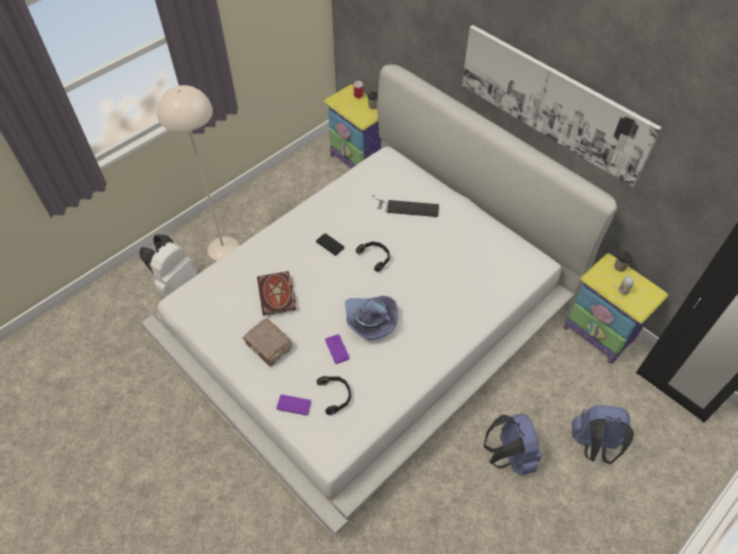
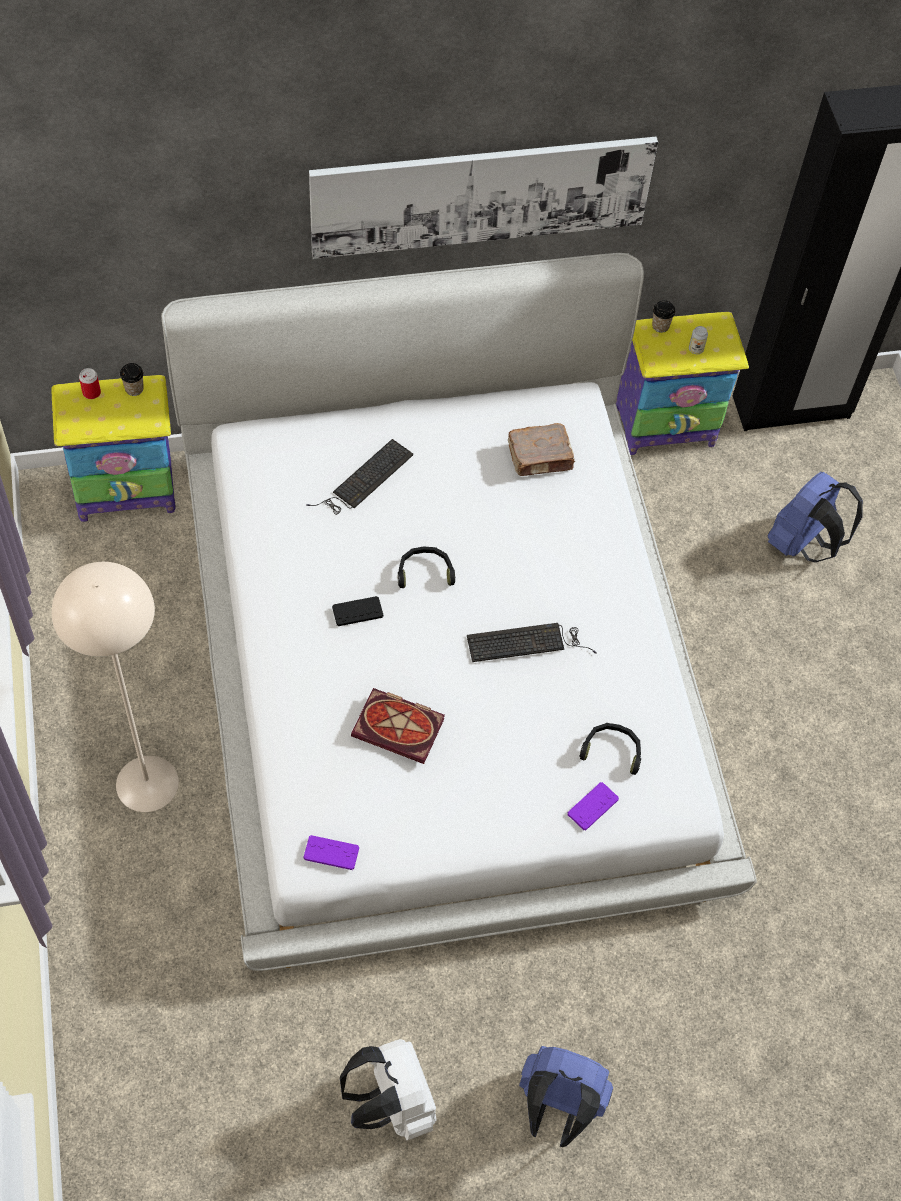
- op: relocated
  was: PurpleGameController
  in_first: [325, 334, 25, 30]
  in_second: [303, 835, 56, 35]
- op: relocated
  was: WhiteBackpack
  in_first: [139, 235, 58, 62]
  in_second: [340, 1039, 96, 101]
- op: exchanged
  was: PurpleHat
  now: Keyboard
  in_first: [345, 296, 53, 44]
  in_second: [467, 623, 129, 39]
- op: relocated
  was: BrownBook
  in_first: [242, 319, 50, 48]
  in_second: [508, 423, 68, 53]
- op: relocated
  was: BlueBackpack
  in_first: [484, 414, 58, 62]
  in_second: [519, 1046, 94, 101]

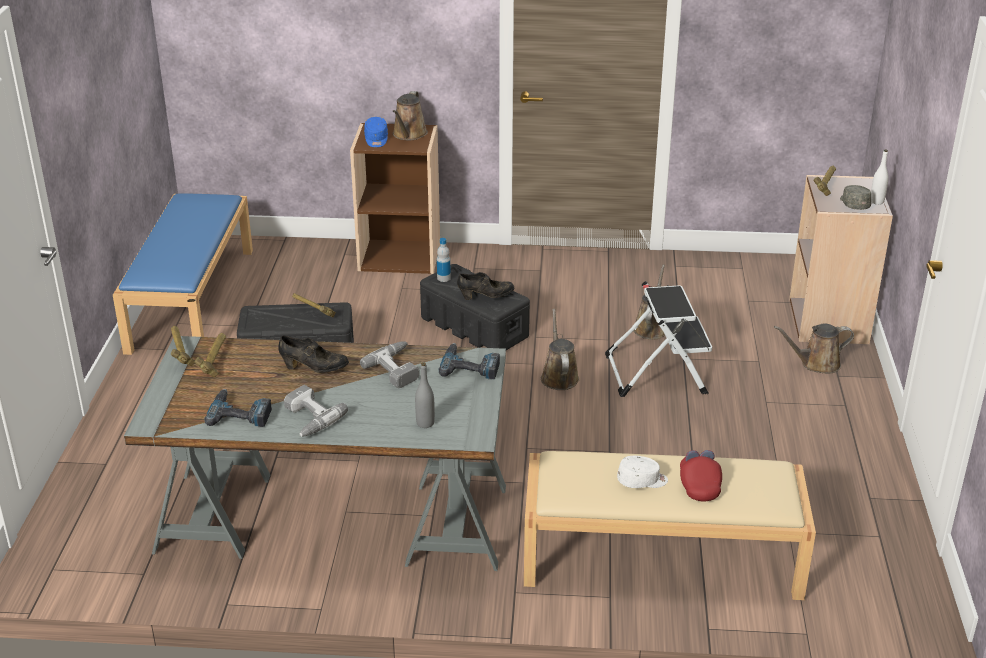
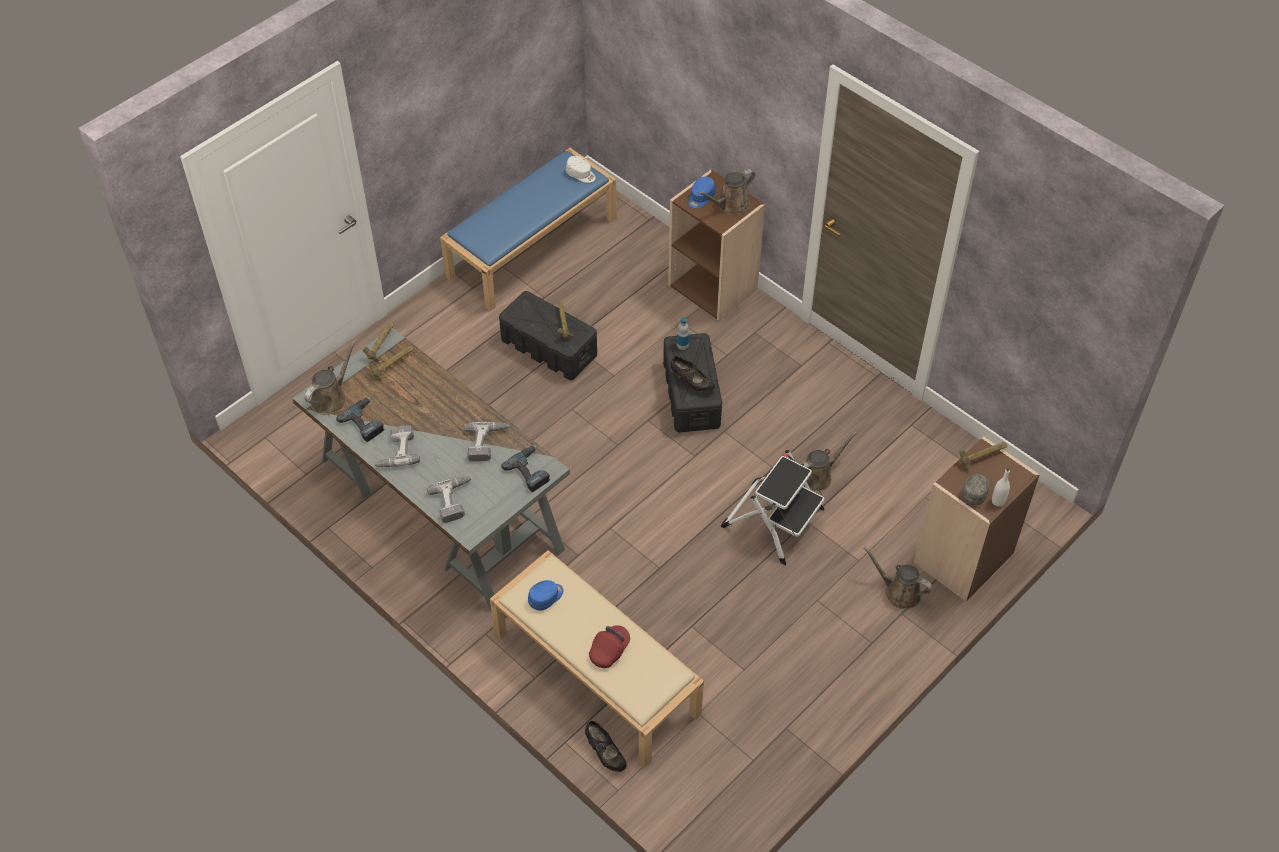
- op: relocated
  was: BrownWateringCan
  in_first: [541, 309, 38, 81]
  in_second: [304, 340, 52, 75]
- op: exchanged
  was: GreyBottle
  now: PowerDrill
  in_first: [415, 362, 20, 66]
  in_second: [427, 476, 45, 47]
- op: appeared
  now: BlueCap
  in_second: [528, 580, 36, 31]
- op: relocated
  was: WhiteCap
  in_first: [617, 456, 51, 32]
  in_second: [566, 156, 30, 27]
- op: relocated
  was: BlackShoe
  in_first: [278, 336, 71, 37]
  in_second: [585, 721, 42, 51]

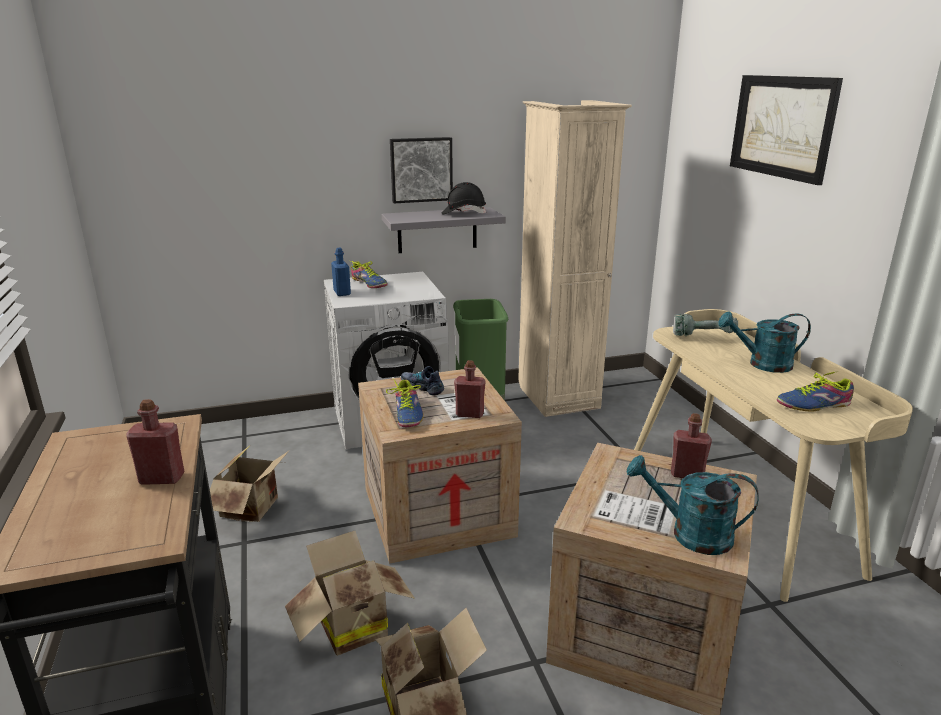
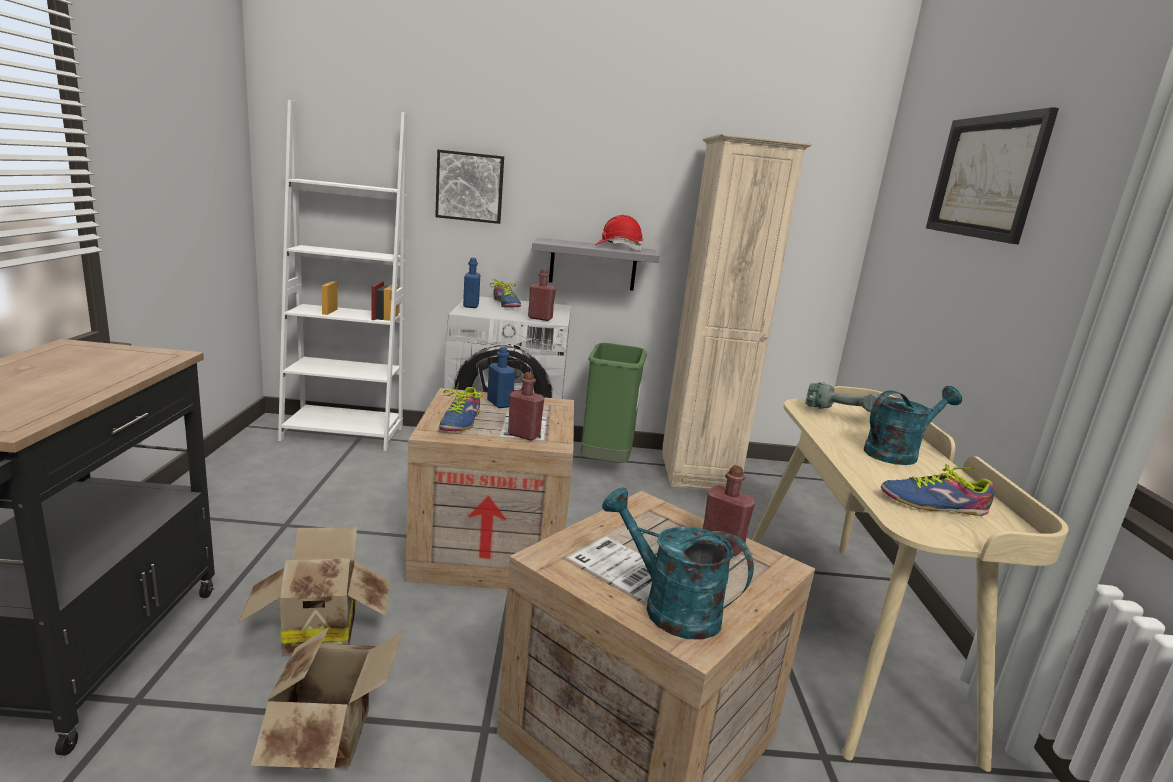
- op: appeared
  now: WhiteBookcase
  in_second: [278, 100, 129, 351]
- op: relocated
  was: Picture
  in_first: [390, 137, 63, 66]
  in_second: [435, 149, 69, 75]
- op: exchanged
  was: Shoe
  now: BlueBottle
  in_first: [401, 366, 43, 29]
  in_second: [487, 347, 28, 61]
- op: relocated
  was: RedBottle
  in_first: [126, 399, 59, 86]
  in_second: [528, 269, 28, 52]
- op: colour
  was: BlackHardHat
  now: RedHardHat
  in_first: [442, 182, 44, 33]
  in_second: [595, 215, 48, 35]
- op: spun
  was: TurquoiseWateringCan
  in_first: [718, 311, 93, 62]
  in_second: [864, 386, 98, 79]
  clockwise: 135
- op: missing
  was: CardboardBox
  in_first: [210, 447, 80, 75]

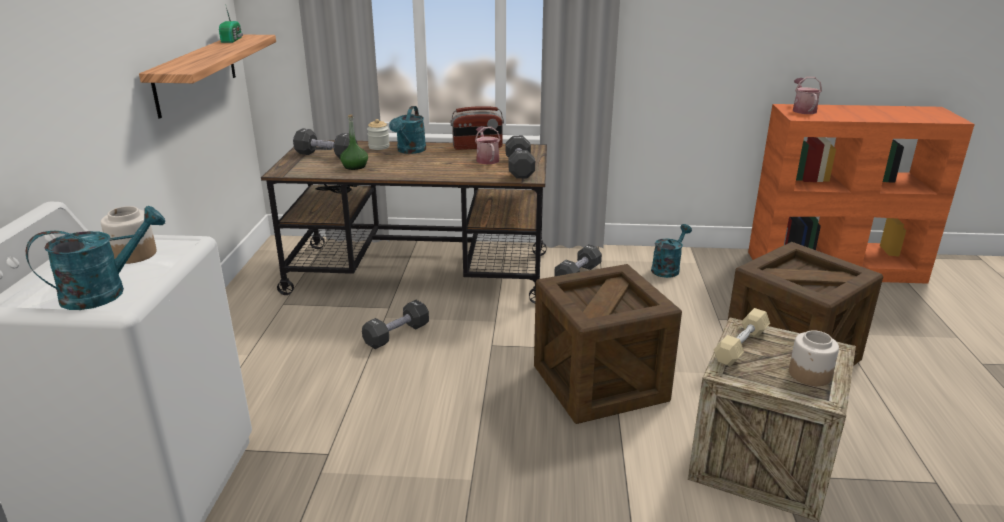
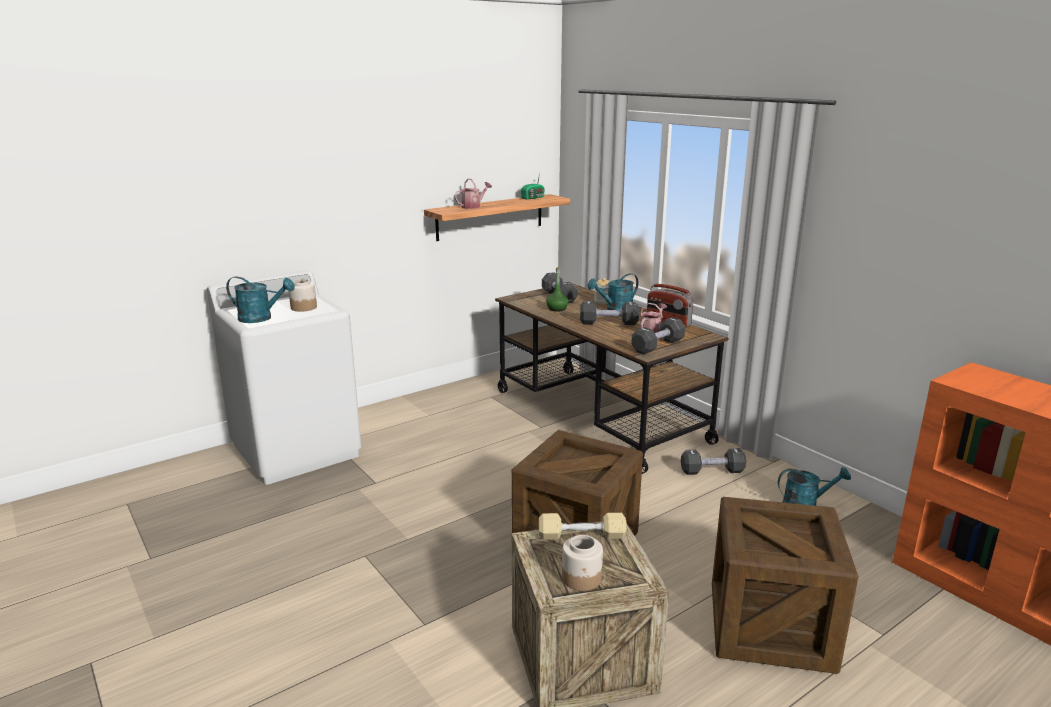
- op: relocated
  was: WateringCan
  in_first: [793, 77, 29, 37]
  in_second: [455, 178, 37, 31]
- op: relocated
  was: BlackDumbbell
  in_first: [362, 300, 67, 49]
  in_second: [580, 301, 59, 24]

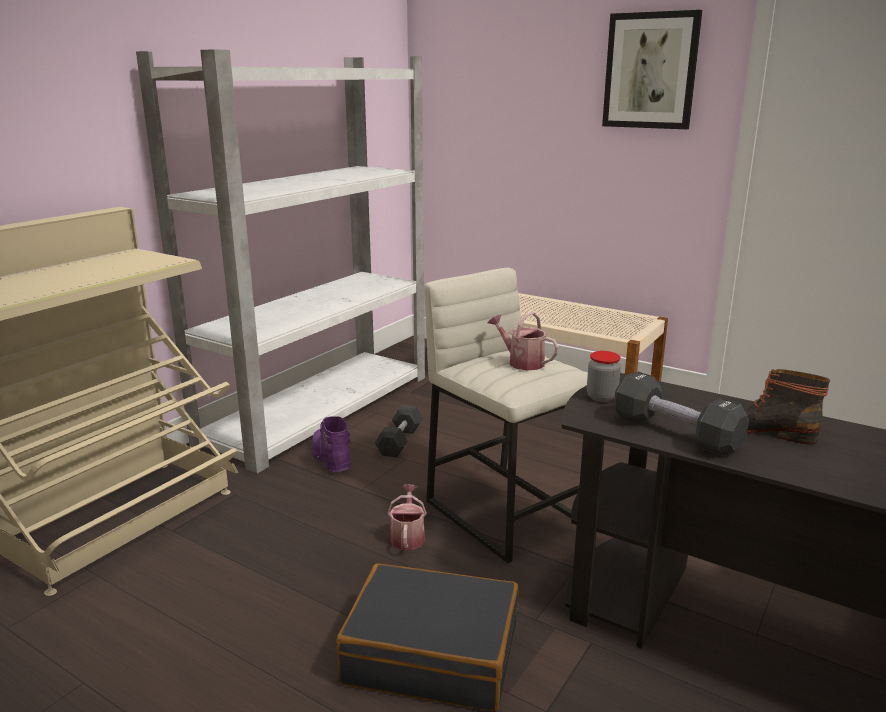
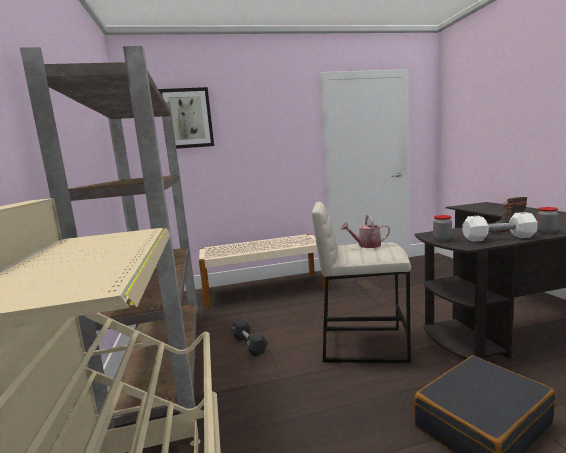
- op: colour
  was: WhiteBookcase
  now: BrownBookcase
  in_first: [136, 49, 289, 424]
  in_second: [20, 46, 178, 384]
- op: relocated
  was: Picture
  in_first: [602, 10, 101, 119]
  in_second: [158, 87, 56, 62]
- op: colour
  was: BlackDumbbell
  now: WhiteDumbbell
  in_first: [614, 371, 135, 85]
  in_second: [462, 212, 76, 30]
- op: appeared
  now: Jar
  in_second: [537, 207, 22, 27]
- op: missing
  was: PurpleBoot
  in_first: [311, 416, 40, 56]
- op: missing
  was: WateringCan
  in_first: [387, 485, 40, 65]

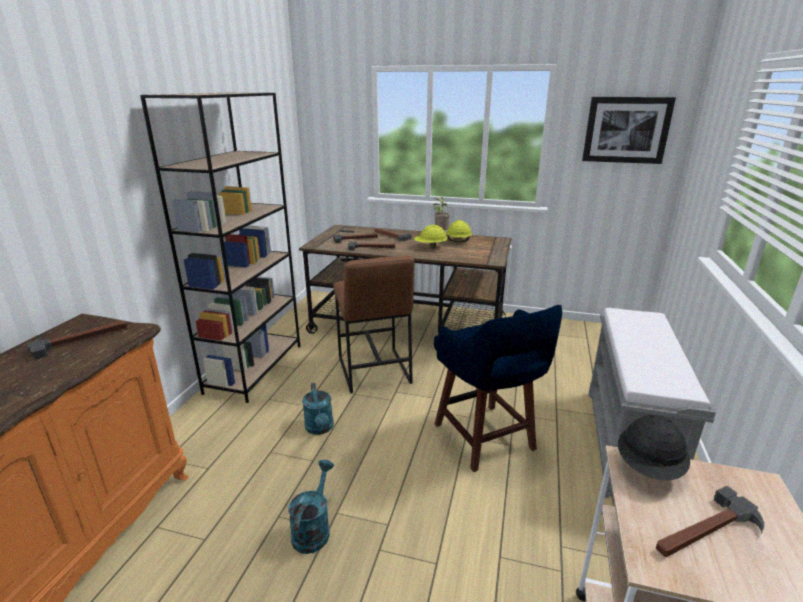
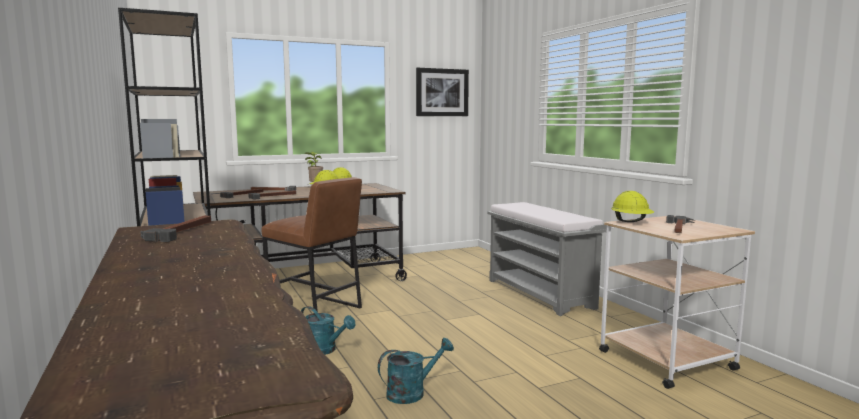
- op: spun
  was: TurquoiseWateringCan
  in_first: [288, 460, 46, 94]
  in_second: [378, 338, 76, 66]
  clockwise: 90
- op: colour
  was: BlackHardHat
  now: YellowHardHat
  in_first: [618, 415, 72, 65]
  in_second: [611, 191, 43, 31]
- op: missing
  was: BlueStool
  in_first: [434, 305, 128, 167]

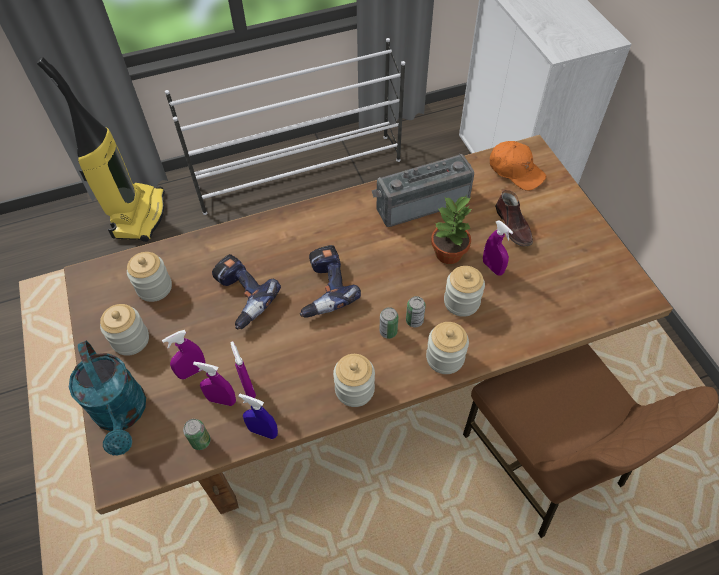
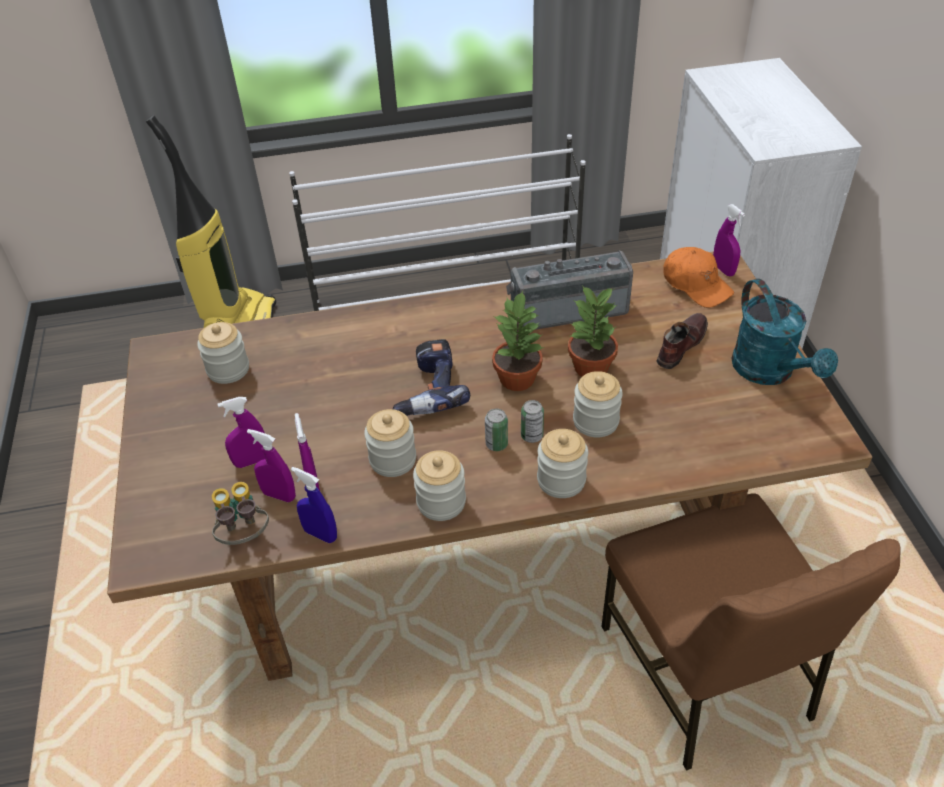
- op: exchanged
  was: Can
  now: Binoculars
  in_first: [183, 419, 27, 31]
  in_second: [212, 482, 57, 63]
- op: relocated
  was: Jar
  in_first: [100, 304, 49, 52]
  in_second: [364, 409, 52, 68]
- op: appeared
  now: PottedPlant
  in_second: [492, 290, 53, 101]
- op: spun
  was: BrownShoe
  in_first: [495, 190, 38, 56]
  in_second: [656, 313, 52, 56]
  clockwise: -135
- op: relocated
  was: PurpleSprayBottle
  in_first: [483, 220, 30, 56]
  in_second: [713, 204, 32, 72]
- op: relocated
  was: TurquoiseWateringCan
  in_first: [69, 341, 77, 114]
  in_second: [731, 279, 107, 106]
- op: missing
  was: PowerDrill
  in_first: [212, 254, 69, 75]

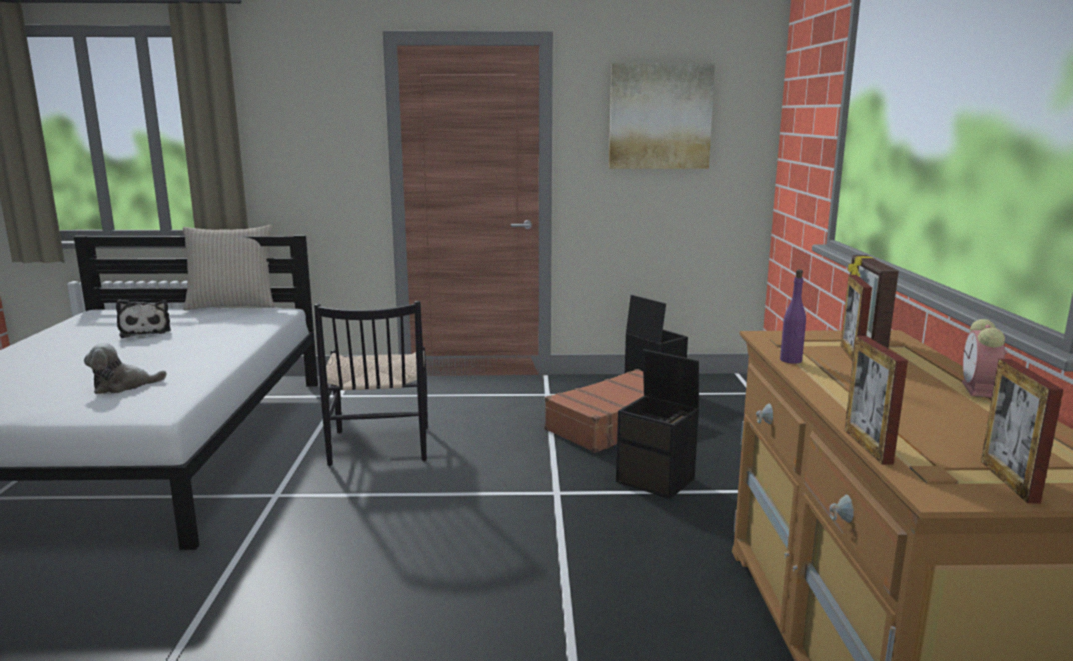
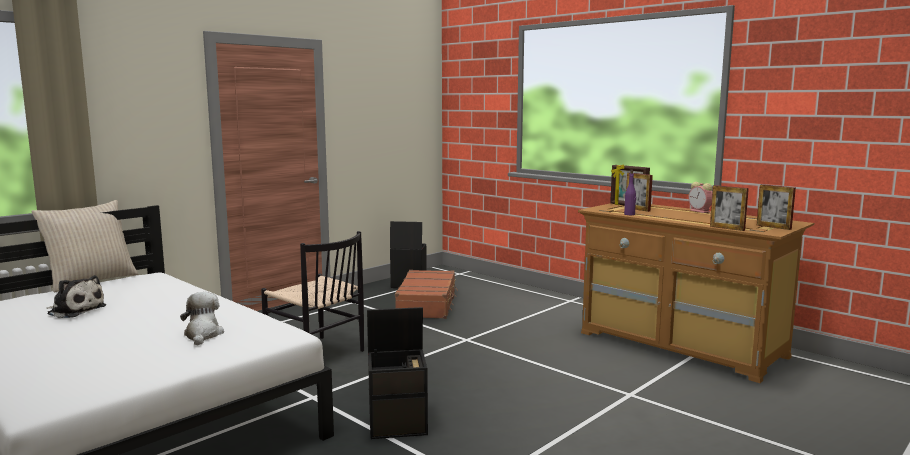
- op: spun
  was: PlushToy
  in_first: [84, 343, 83, 51]
  in_second: [180, 292, 44, 54]
  clockwise: 150
- op: relocated
  was: BlackStorageBox
  in_first: [616, 349, 83, 150]
  in_second: [367, 307, 61, 132]
- op: missing
  was: Picture
  in_first: [609, 63, 106, 106]

